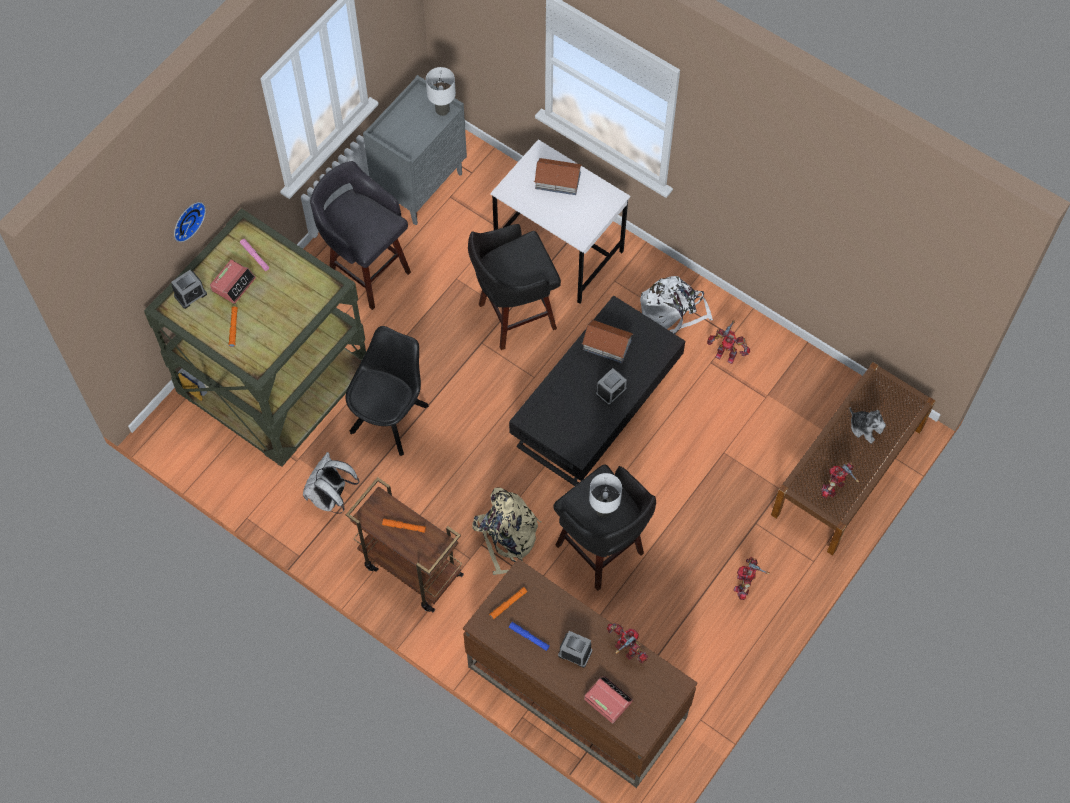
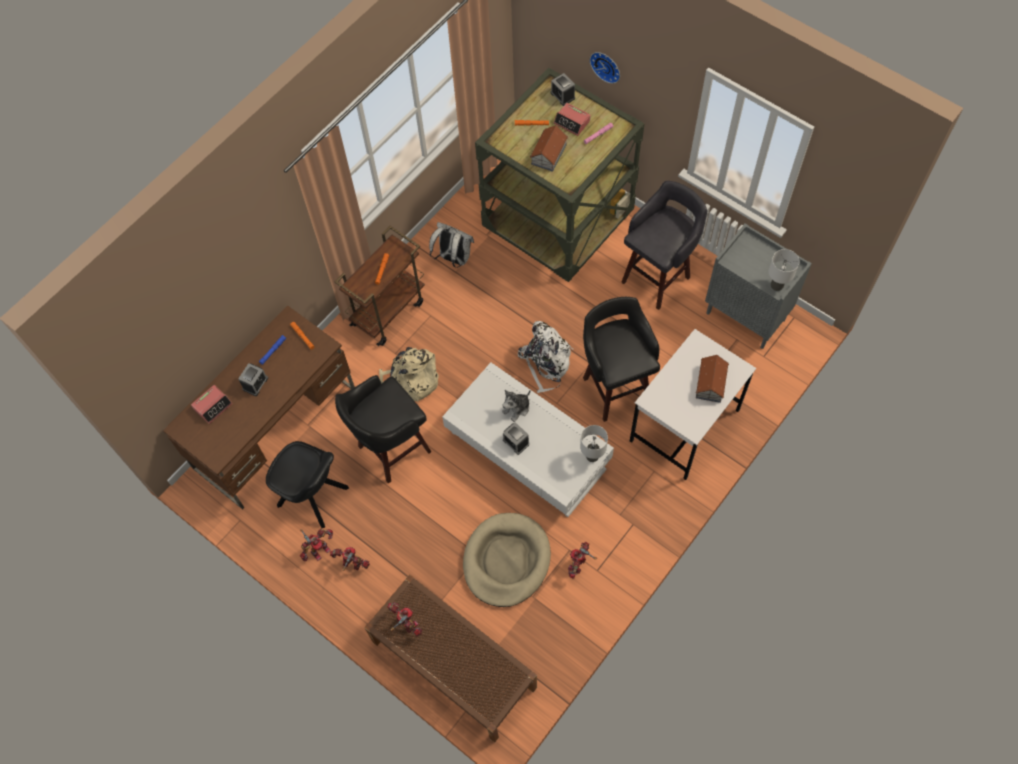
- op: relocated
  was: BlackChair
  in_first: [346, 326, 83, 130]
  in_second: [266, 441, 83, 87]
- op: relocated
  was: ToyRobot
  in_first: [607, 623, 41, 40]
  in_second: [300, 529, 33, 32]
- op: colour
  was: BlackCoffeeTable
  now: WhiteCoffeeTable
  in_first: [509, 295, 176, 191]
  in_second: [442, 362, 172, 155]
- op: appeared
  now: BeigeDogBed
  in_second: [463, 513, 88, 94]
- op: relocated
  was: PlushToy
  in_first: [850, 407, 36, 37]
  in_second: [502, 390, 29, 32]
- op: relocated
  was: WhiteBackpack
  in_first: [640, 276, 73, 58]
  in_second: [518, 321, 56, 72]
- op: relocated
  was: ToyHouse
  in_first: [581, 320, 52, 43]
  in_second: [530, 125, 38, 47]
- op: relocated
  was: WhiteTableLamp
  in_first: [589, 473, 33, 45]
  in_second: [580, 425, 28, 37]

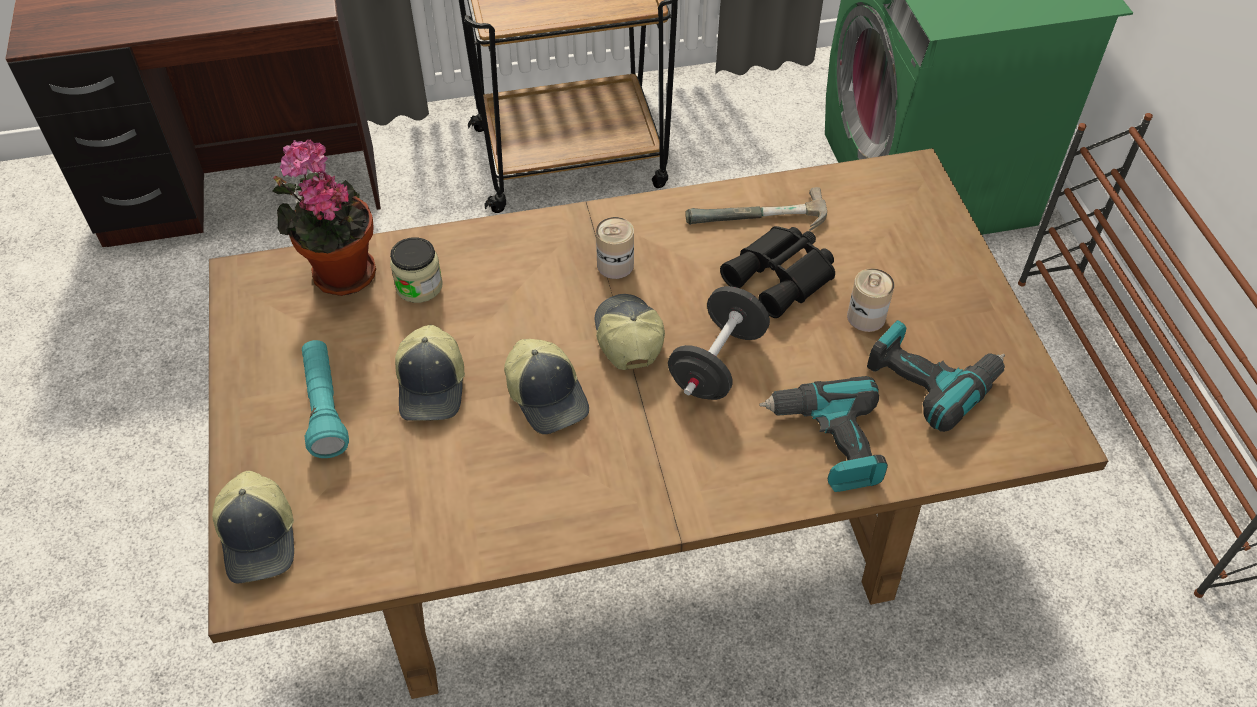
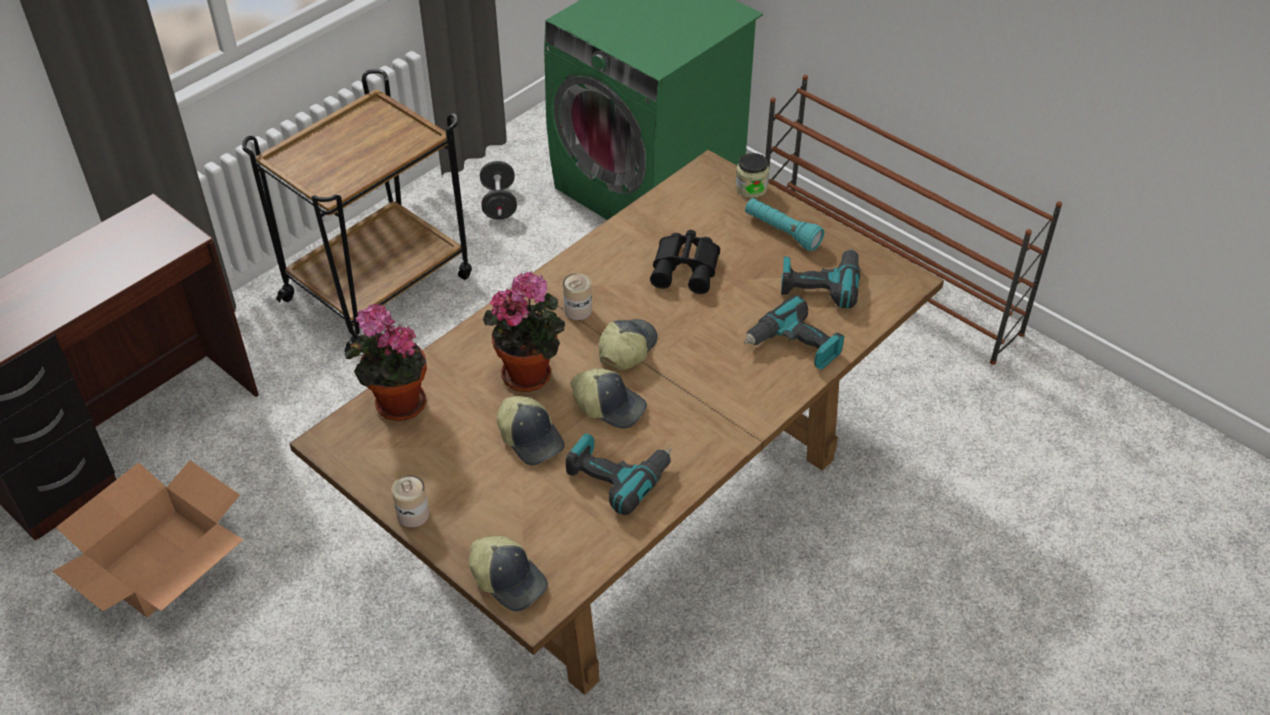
- op: appeared
  now: CardboardBox
  in_second: [53, 460, 190, 157]
- op: relocated
  was: Can
  in_first: [847, 268, 47, 64]
  in_second: [391, 475, 38, 53]
- op: relocated
  was: BlackDumbbell
  in_first: [668, 286, 102, 114]
  in_second: [480, 161, 37, 58]
- op: appeared
  now: PottedPlant
  in_second: [483, 271, 82, 121]
- op: appeared
  now: PowerDrill
  in_second: [566, 433, 105, 82]
- op: spun
  was: Cap
  in_first: [595, 294, 70, 76]
  in_second: [599, 319, 59, 51]
  clockwise: 75
- op: relocated
  was: Jar
  in_first: [390, 237, 53, 66]
  in_second: [735, 153, 34, 45]
- op: relocated
  was: TurquoiseFlashlight
  in_first: [302, 340, 47, 118]
  in_second: [745, 198, 79, 53]
- op: missing
  was: Hammer
  in_first: [685, 187, 142, 44]

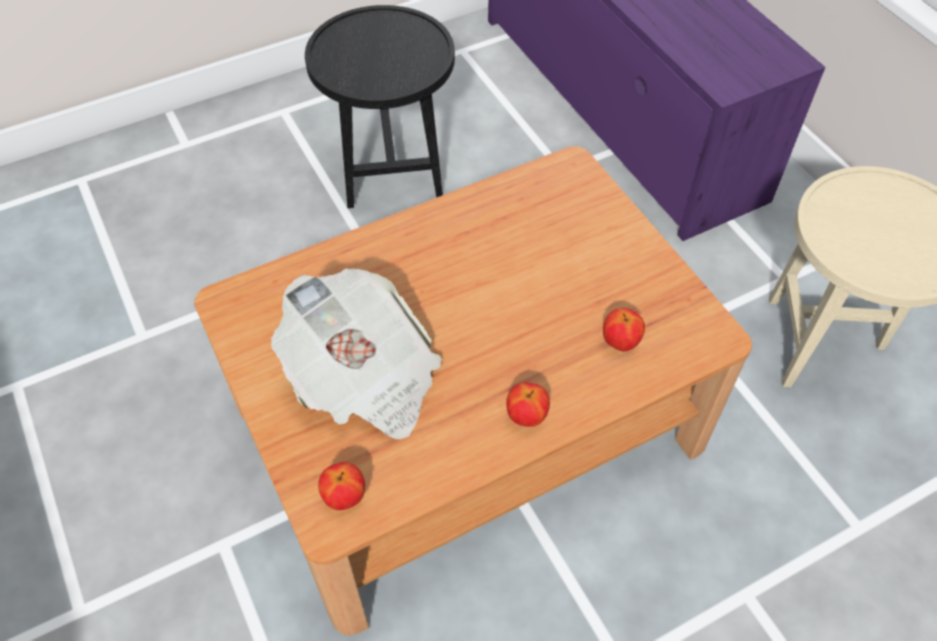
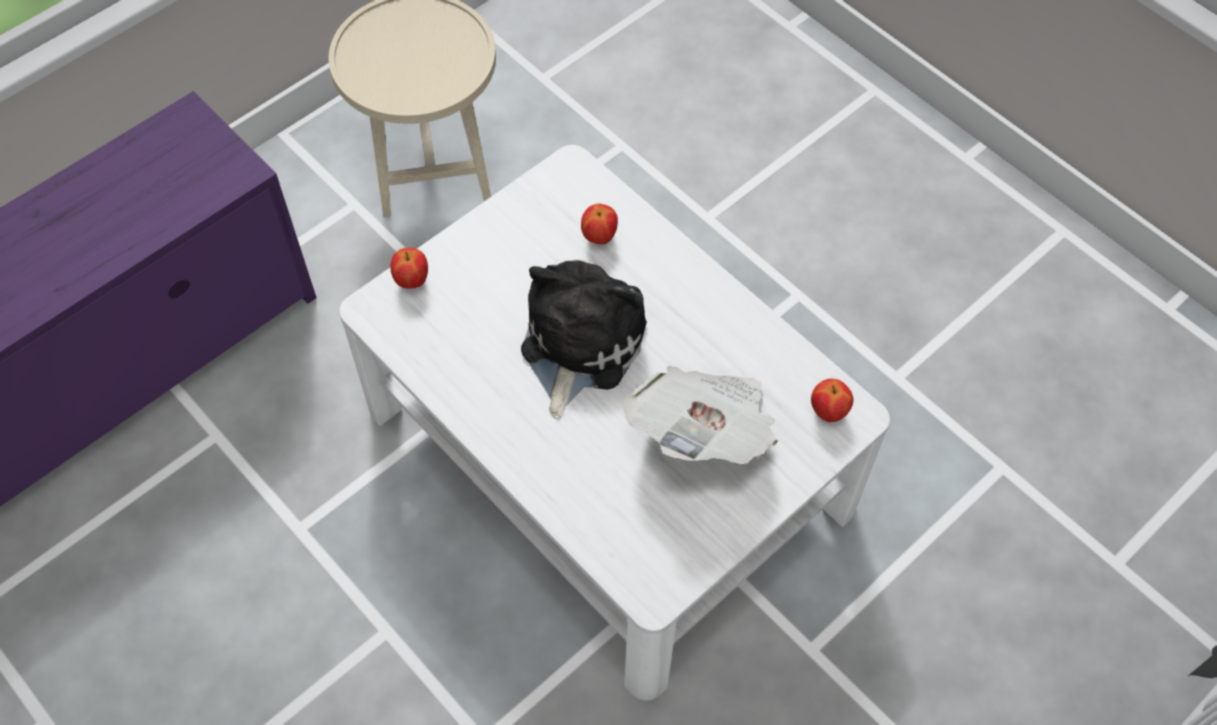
- op: colour
  was: BrownCoffeeTable
  now: WhiteCoffeeTable
  in_first: [194, 146, 558, 490]
  in_second: [339, 145, 551, 556]
- op: relocated
  was: Apple
  in_first: [506, 382, 44, 45]
  in_second: [390, 248, 38, 41]
- op: appeared
  now: PlushToy
  in_second: [521, 259, 126, 160]
- op: missing
  was: BlackSideTable
  in_first: [305, 5, 150, 203]

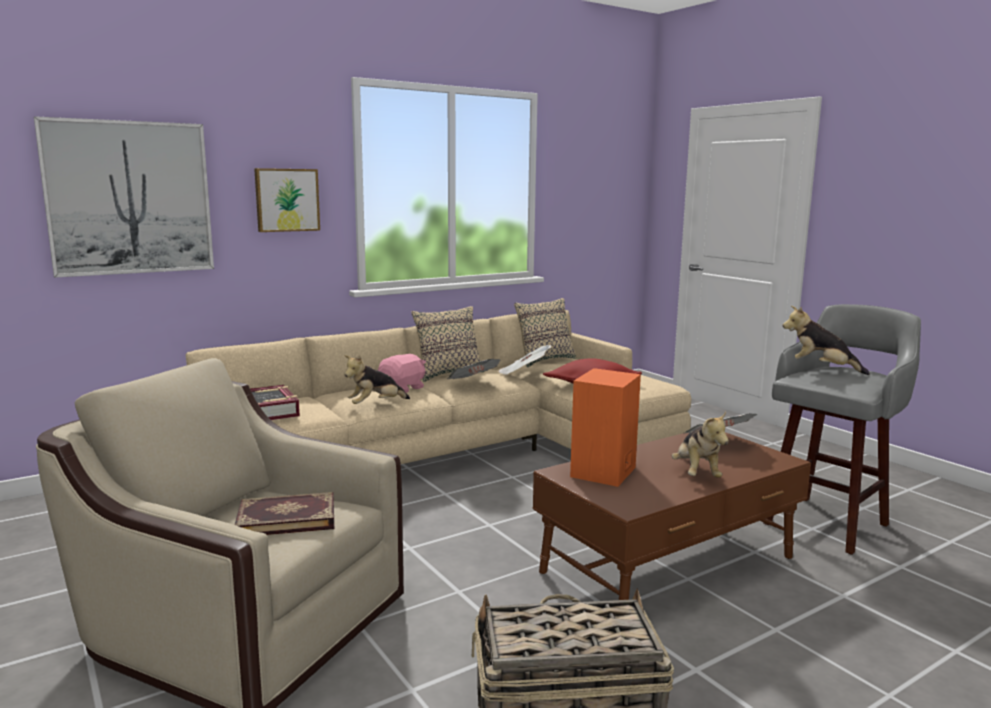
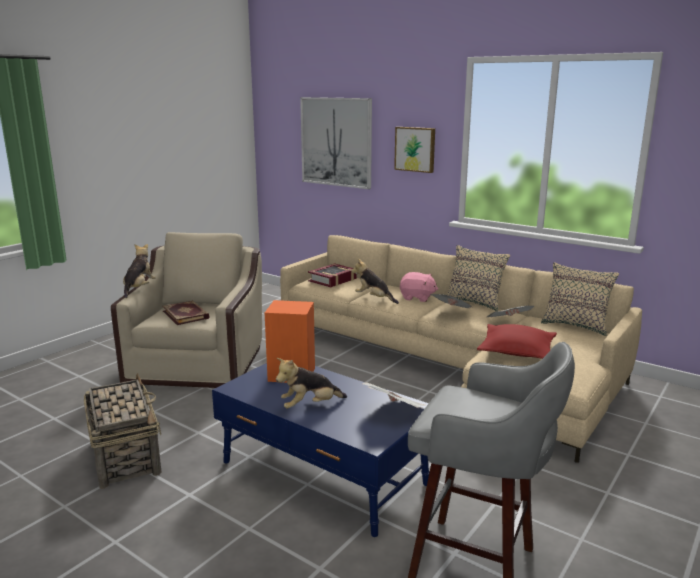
- op: relocated
  was: PlushToy
  in_first: [783, 306, 86, 69]
  in_second: [123, 244, 33, 54]
- op: colour
  was: BrownCoffeeTable
  now: BlueCoffeeTable
  in_first: [533, 432, 278, 168]
  in_second: [212, 363, 217, 174]

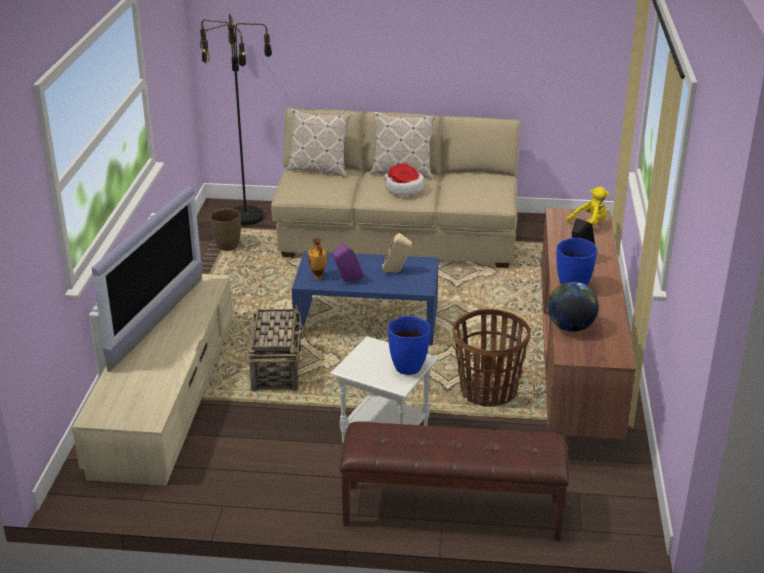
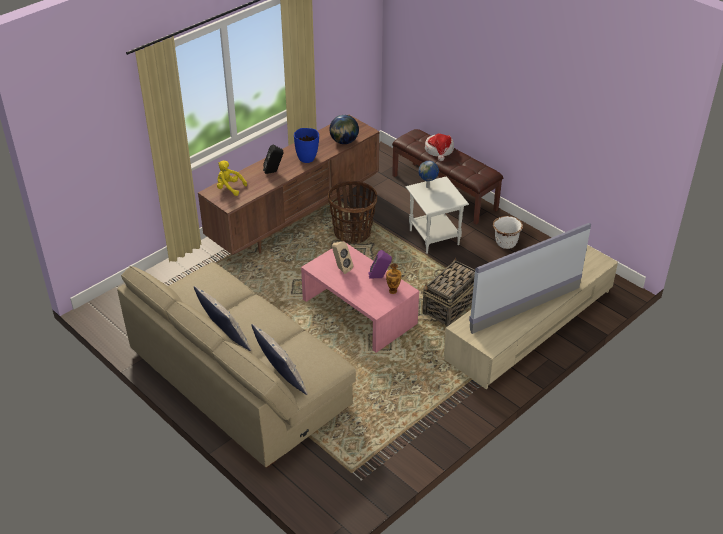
- op: colour
  was: BlueCoffeeTable
  now: PinkCoffeeTable
  in_first: [292, 251, 147, 94]
  in_second: [301, 242, 118, 111]
- op: exchanged
  was: BlueVase
  now: Globe
  in_first: [388, 316, 43, 59]
  in_second: [418, 161, 21, 27]
- op: relocated
  was: Hat
  in_first: [384, 163, 41, 33]
  in_second: [425, 134, 29, 27]
- op: appeared
  now: WhitePlanter
  in_second: [493, 216, 30, 33]
- op: missing
  was: FloorLamp
  in_first: [200, 14, 72, 211]
- op: missing
  was: BrownVase
  in_first: [210, 208, 31, 43]

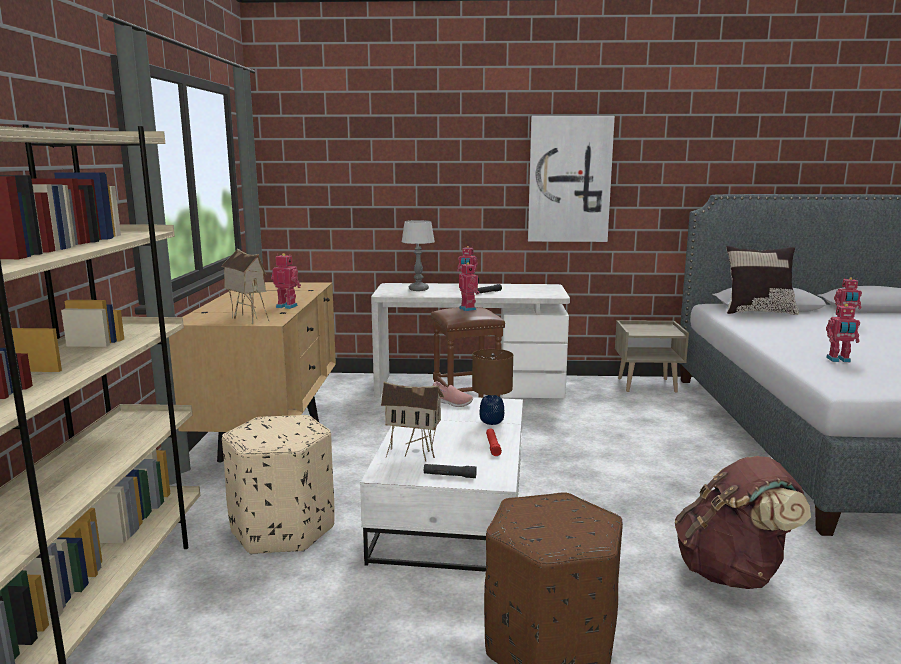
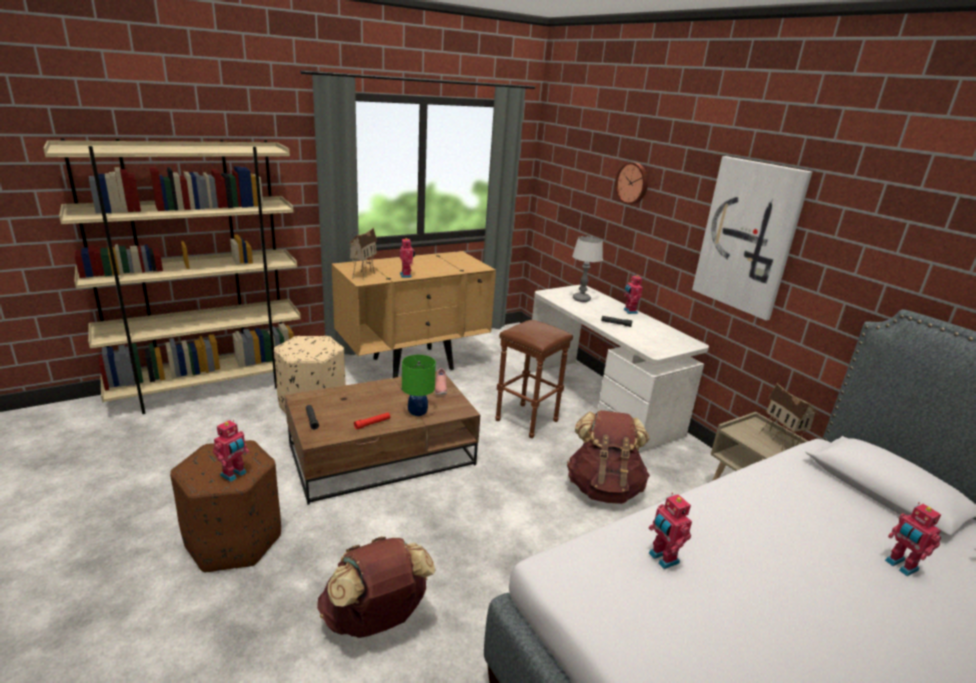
- op: relocated
  was: ToyRobot
  in_first: [459, 262, 20, 49]
  in_second: [213, 420, 36, 62]
- op: colour
  was: WhiteCoffeeTable
  now: BrownCoffeeTable
  in_first: [360, 397, 163, 175]
  in_second: [285, 371, 195, 134]
- op: colour
  was: BrownTableLamp
  now: GreenTableLamp
  in_first: [472, 349, 41, 76]
  in_second: [402, 355, 34, 61]
- op: appeared
  now: BrownBackpack
  in_second: [567, 410, 83, 94]
- op: appeared
  now: WallClock
  in_second: [615, 162, 33, 42]
- op: relocated
  was: ToyHouse
  in_first: [381, 381, 63, 80]
  in_second: [759, 383, 59, 68]
- op: missing
  was: Pillow
  in_first: [726, 246, 73, 69]

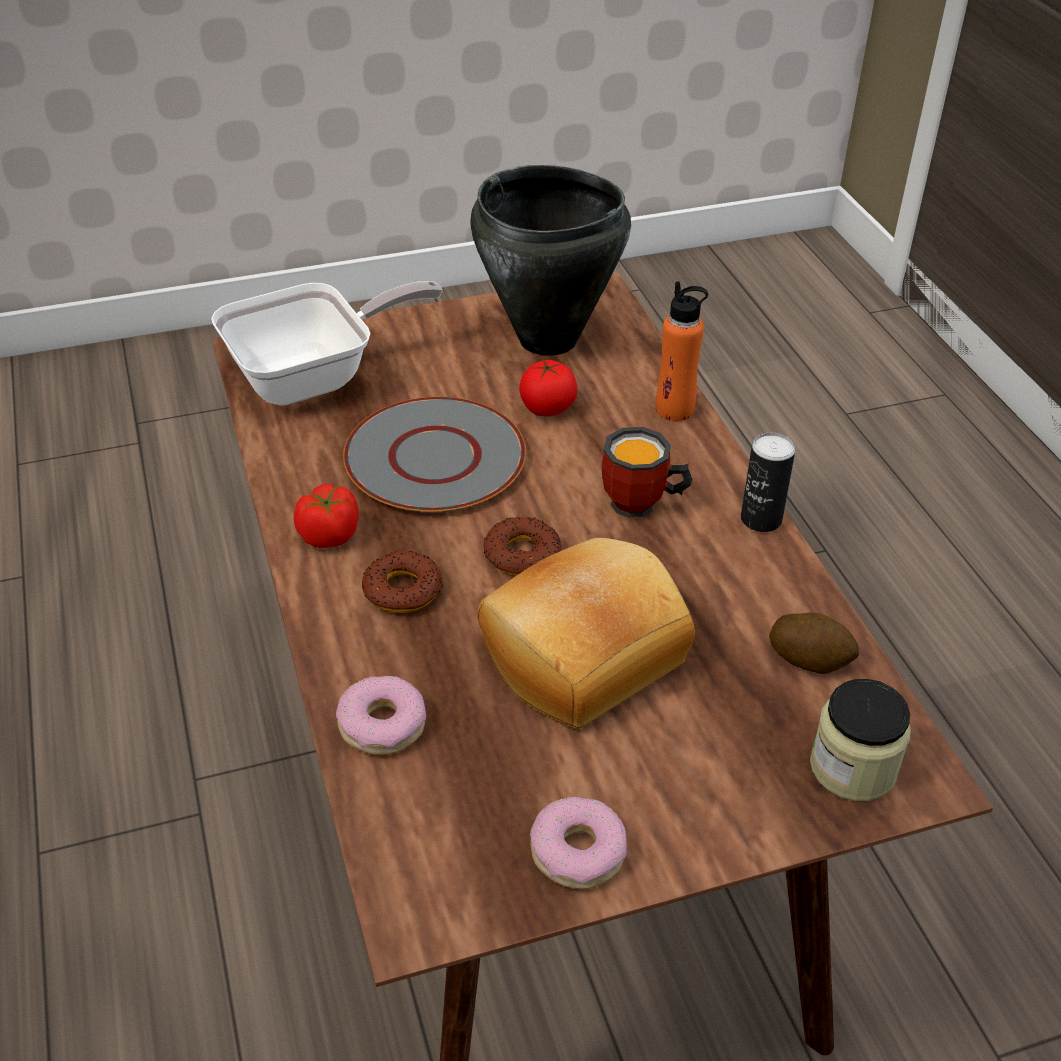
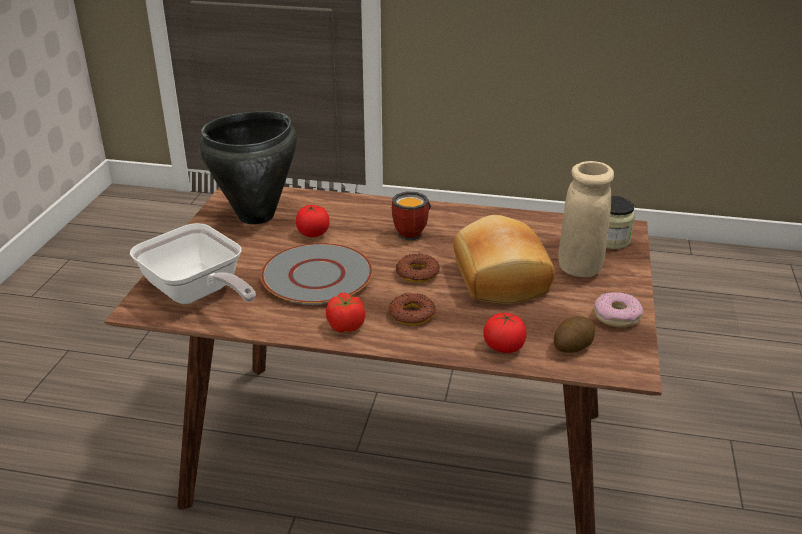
- op: spun
  was: FryingPan
  in_first: [211, 281, 232, 125]
  in_second: [130, 223, 126, 81]
  clockwise: 135
- op: exchanged
  was: Donut
  now: Tomato
  in_first: [336, 676, 90, 79]
  in_second: [483, 312, 44, 41]
- op: relocated
  was: Potato
  in_first: [769, 613, 90, 61]
  in_second: [554, 316, 41, 37]
- op: appeared
  now: BeigeVase
  in_second: [559, 161, 55, 116]
- op: missing
  was: OrangeBottle
  in_first: [656, 281, 52, 140]
- op: missing
  was: Can
  in_first: [741, 433, 54, 99]

